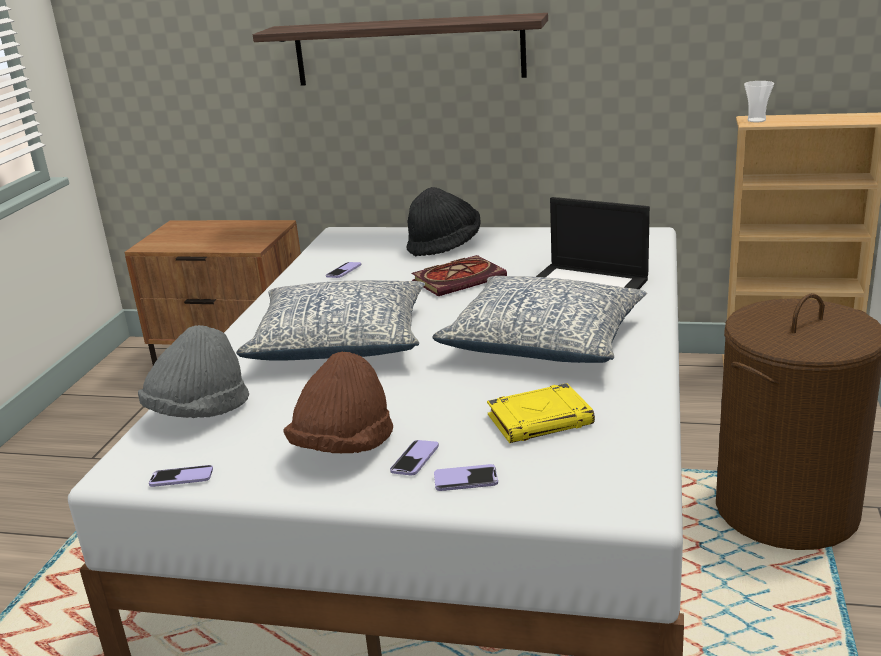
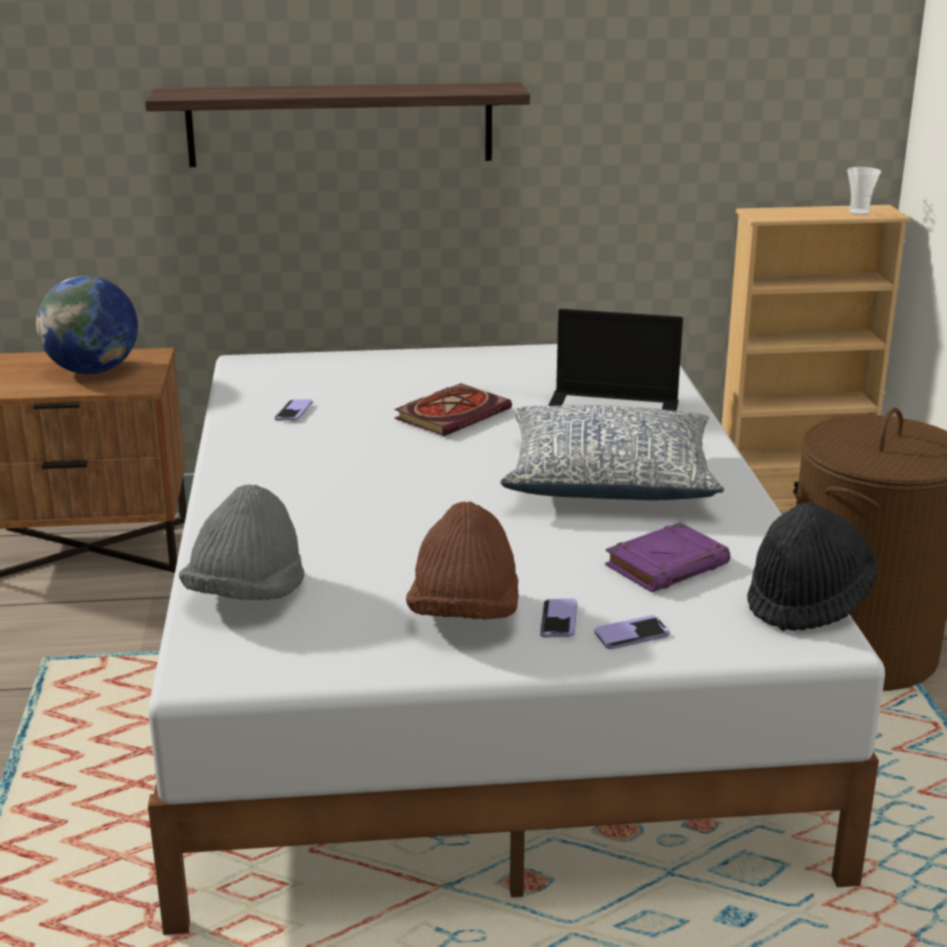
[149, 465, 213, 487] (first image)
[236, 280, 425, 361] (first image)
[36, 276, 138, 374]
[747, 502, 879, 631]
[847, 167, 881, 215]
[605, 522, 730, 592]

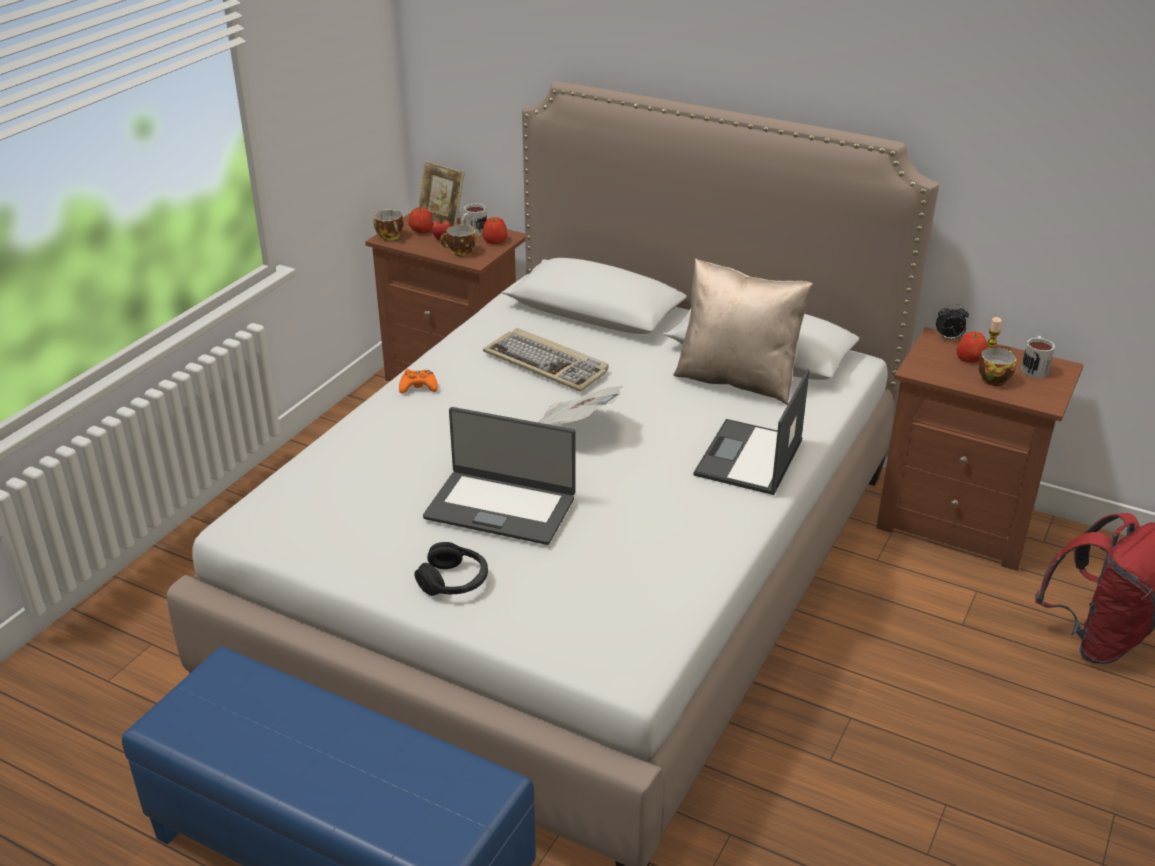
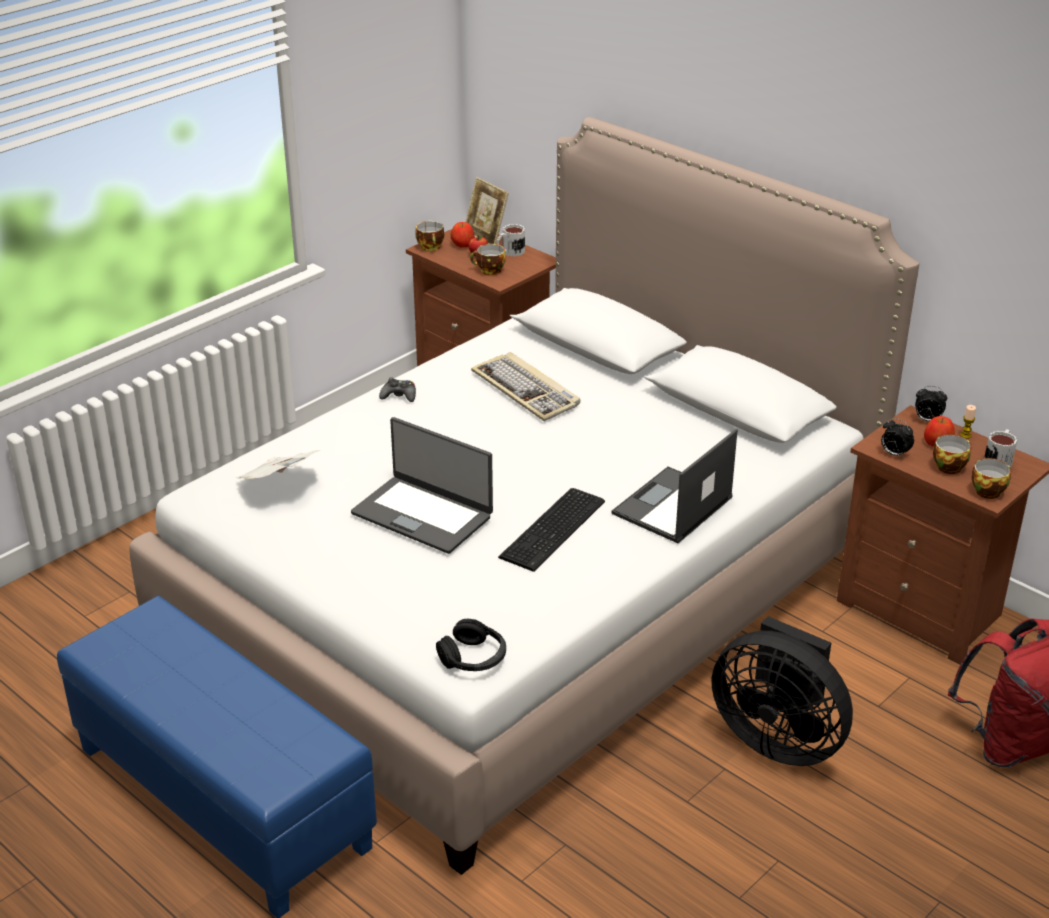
[482, 217, 507, 244] (first image)
[673, 258, 813, 405] (first image)
[498, 488, 605, 572]
[712, 616, 853, 766]
[881, 418, 914, 458]
[971, 458, 1011, 499]
[436, 619, 506, 671]
[237, 450, 321, 479]
[379, 377, 416, 402]

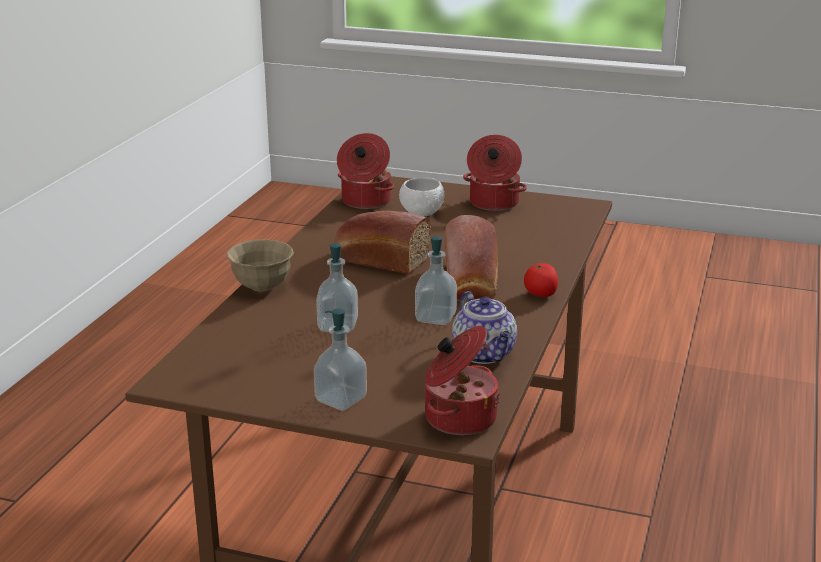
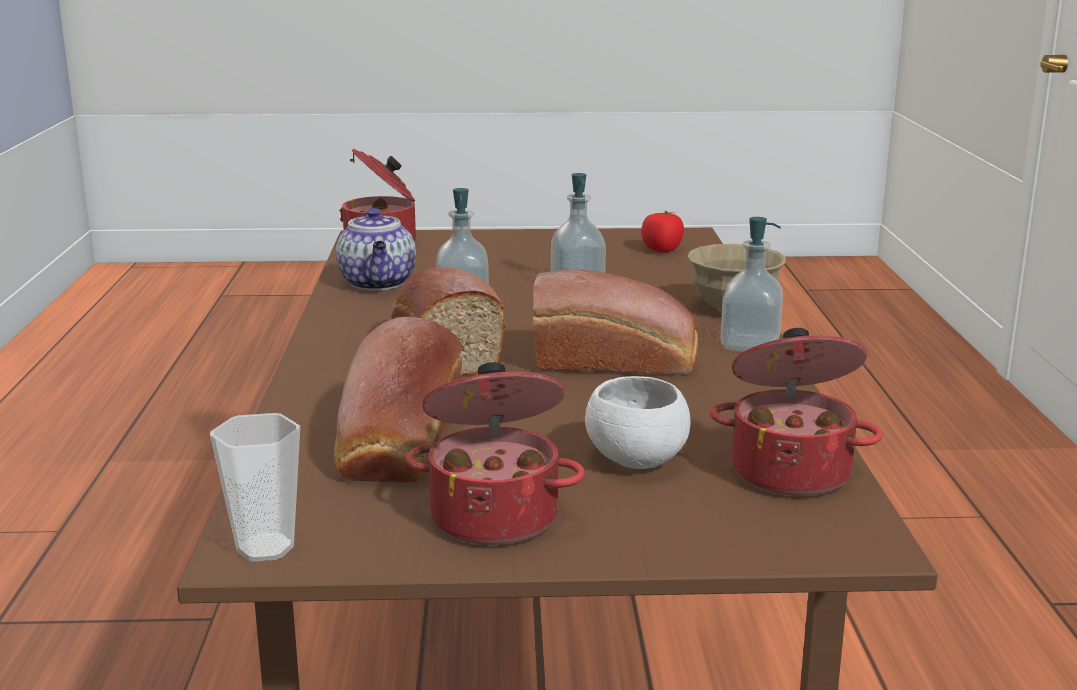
[210, 413, 300, 562]
[334, 317, 462, 483]
[721, 217, 783, 352]
[641, 211, 684, 253]
[336, 208, 416, 291]

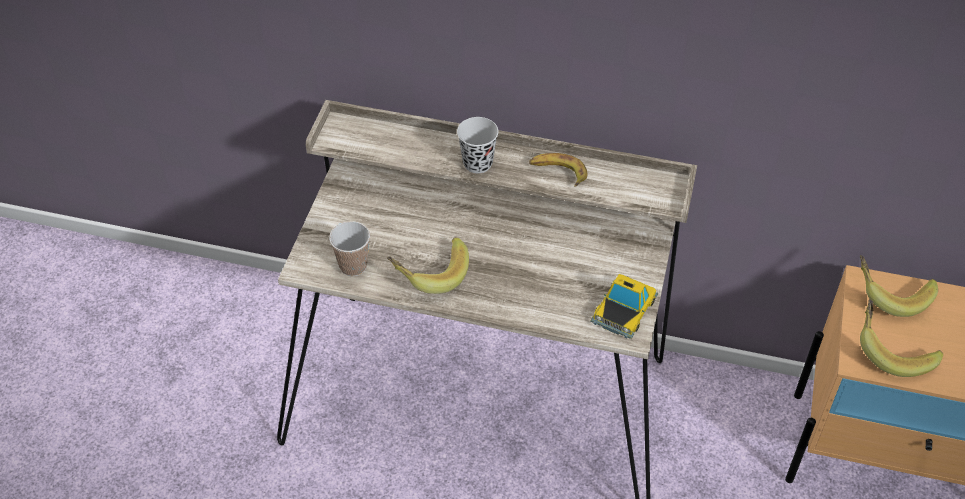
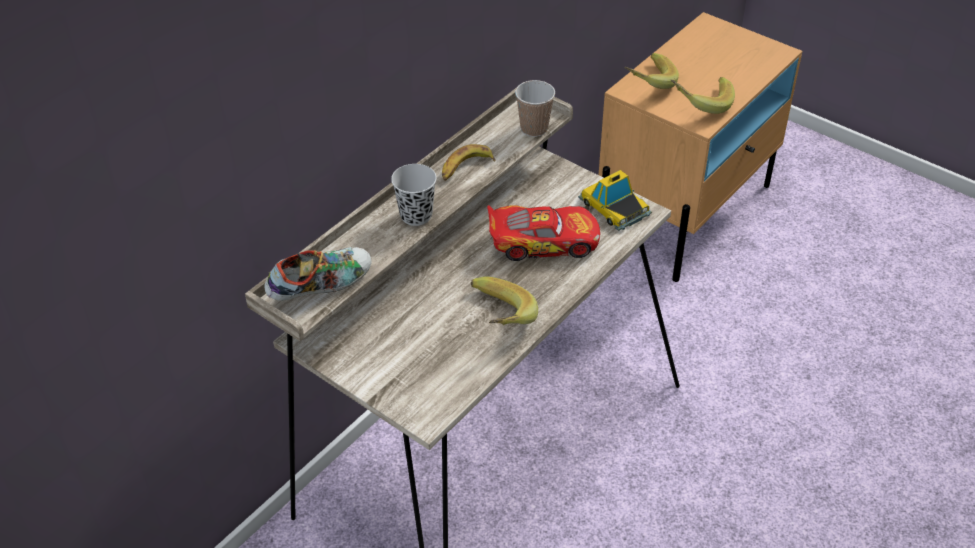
[264, 247, 371, 301]
[487, 205, 600, 261]
[515, 80, 555, 137]

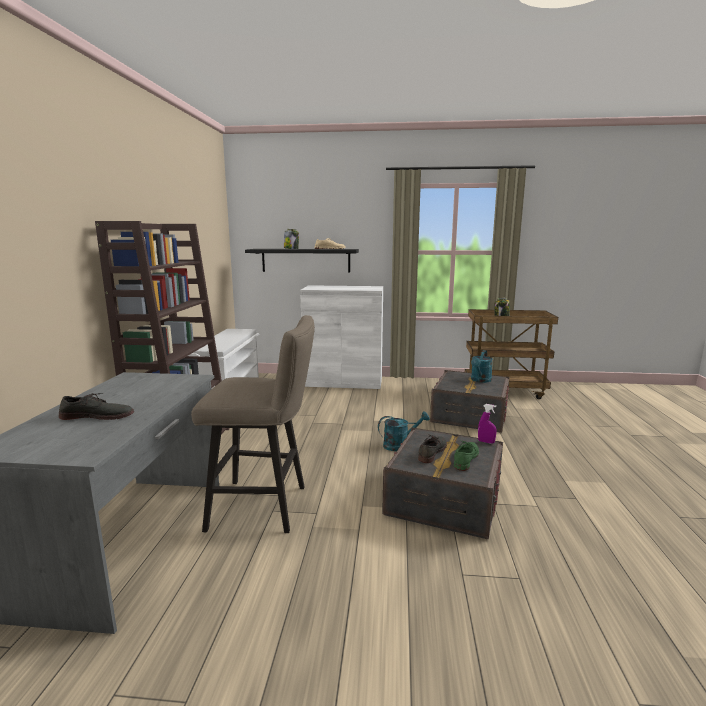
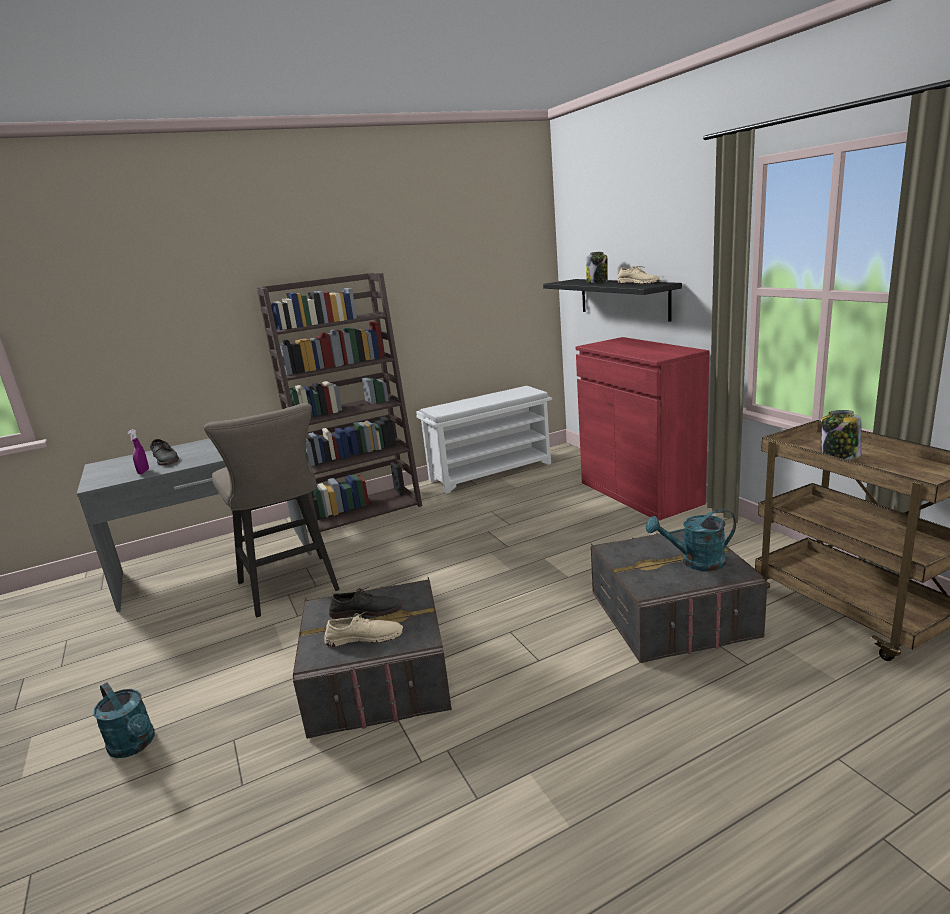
[93, 682, 154, 758]
[128, 429, 149, 474]
[576, 337, 709, 521]
[324, 612, 403, 647]

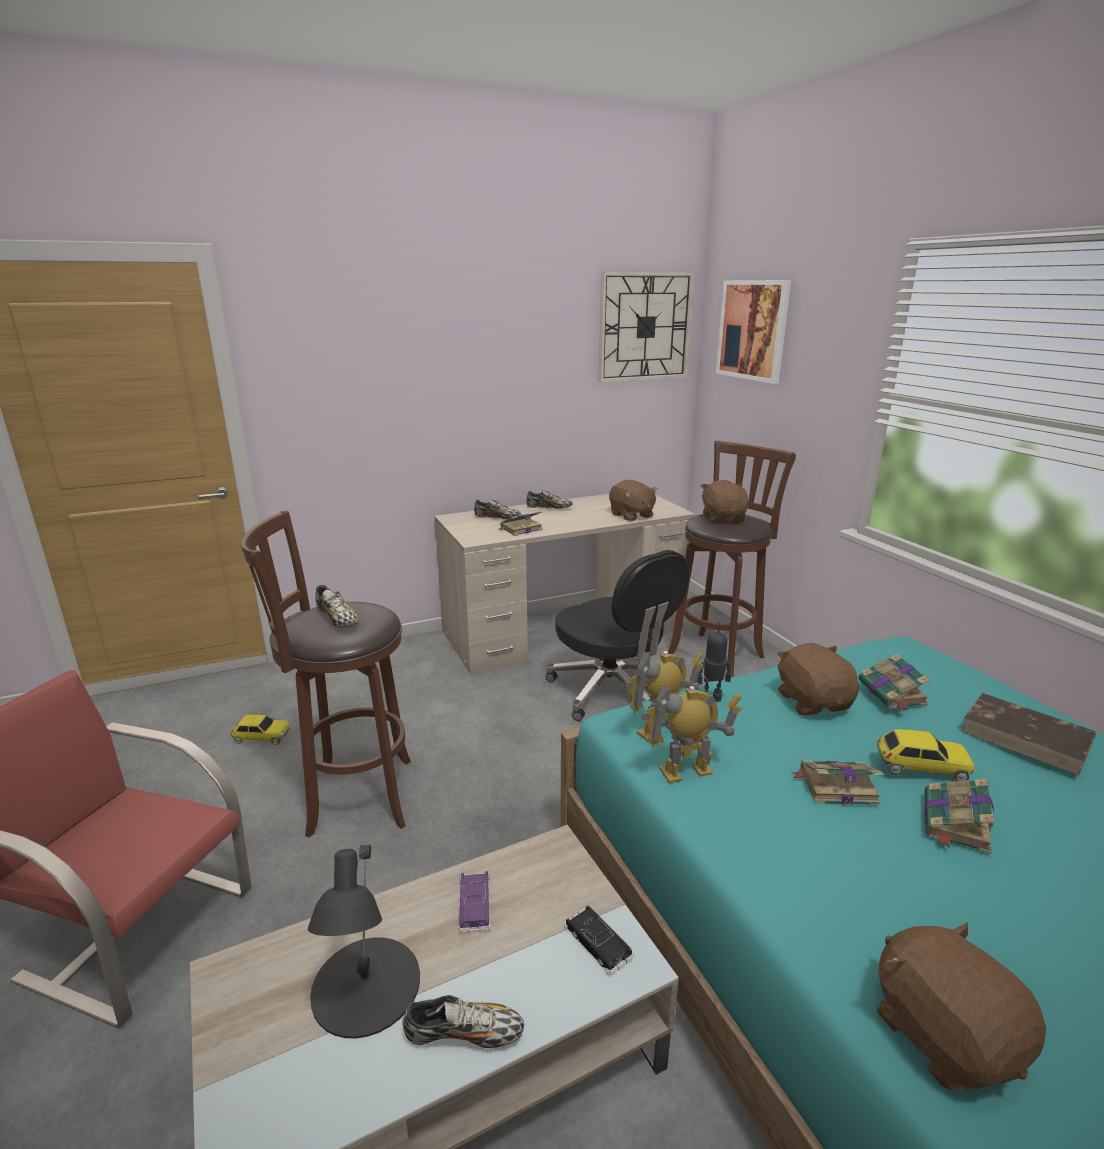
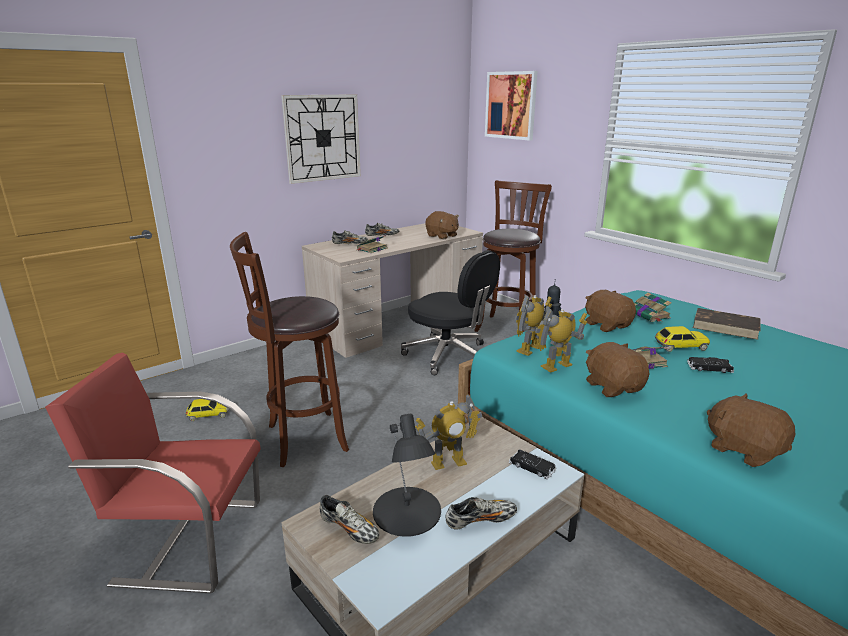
[320, 495, 379, 544]
[281, 94, 361, 184]
[586, 342, 649, 397]
[415, 394, 482, 470]
[687, 357, 734, 373]

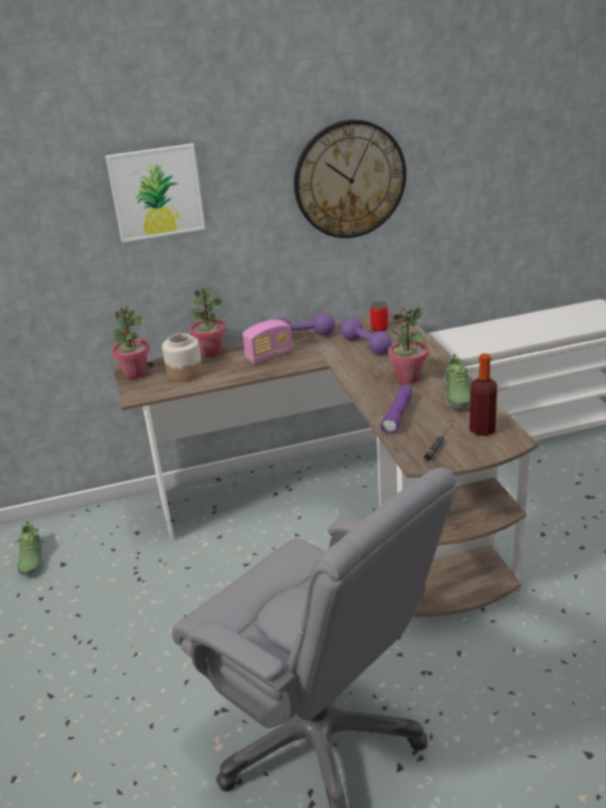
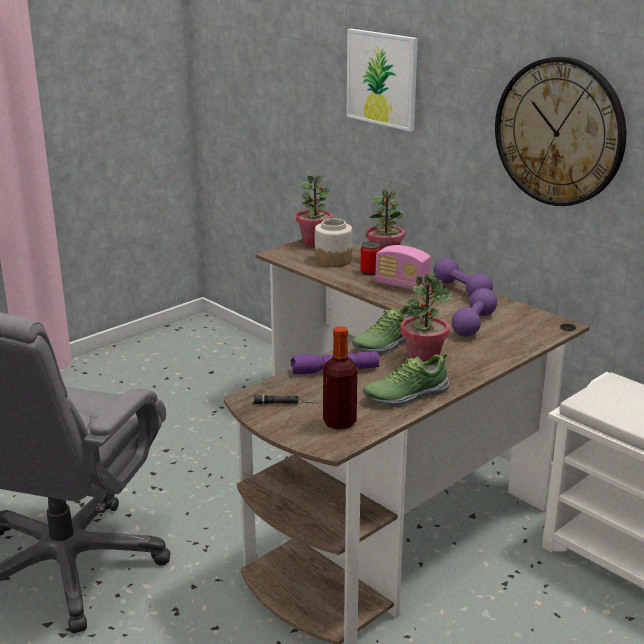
[352, 304, 412, 355]
[360, 242, 381, 275]

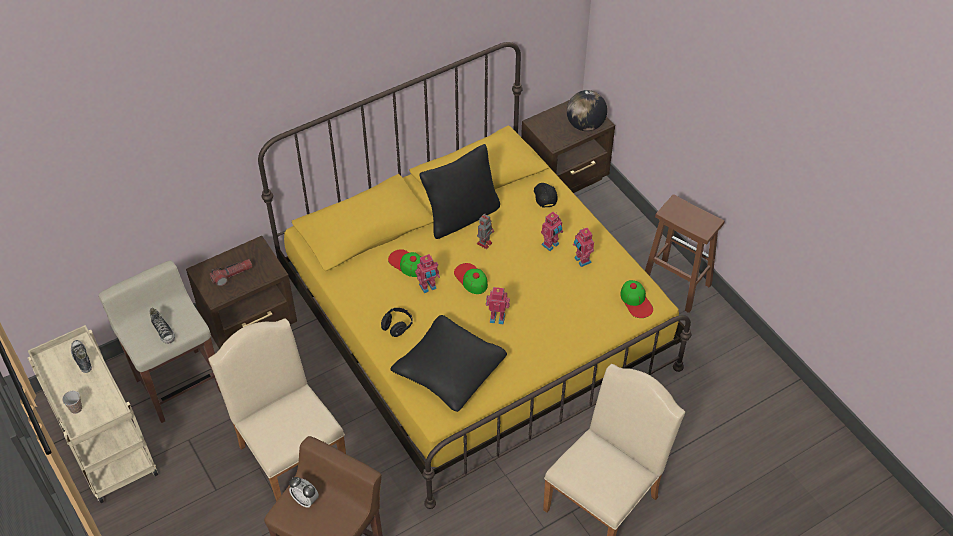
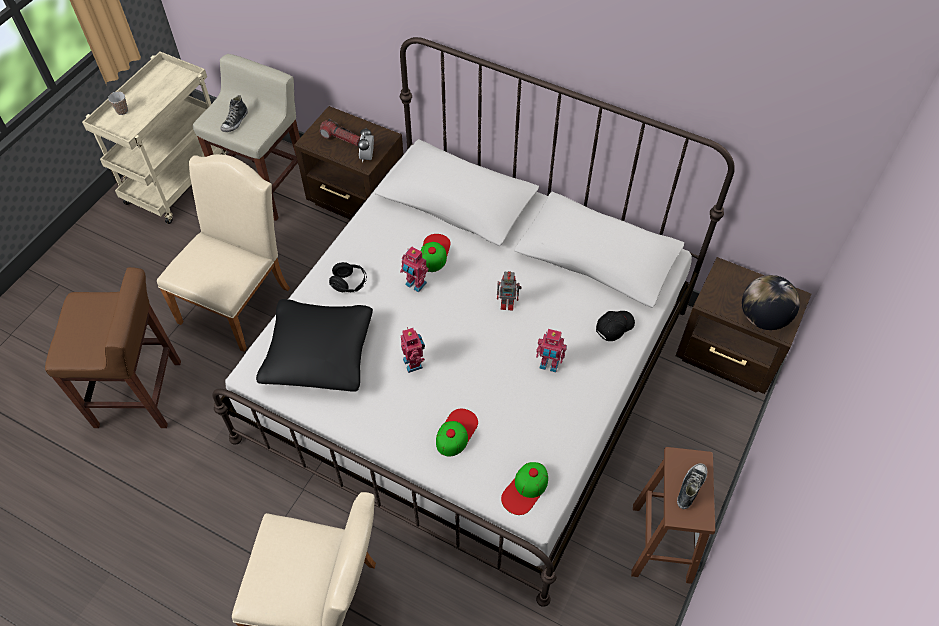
[419, 144, 500, 239] (first image)
[573, 227, 594, 267] (first image)
[677, 463, 707, 509]
[358, 128, 374, 162]
[436, 409, 478, 457]
[212, 37, 735, 607]

